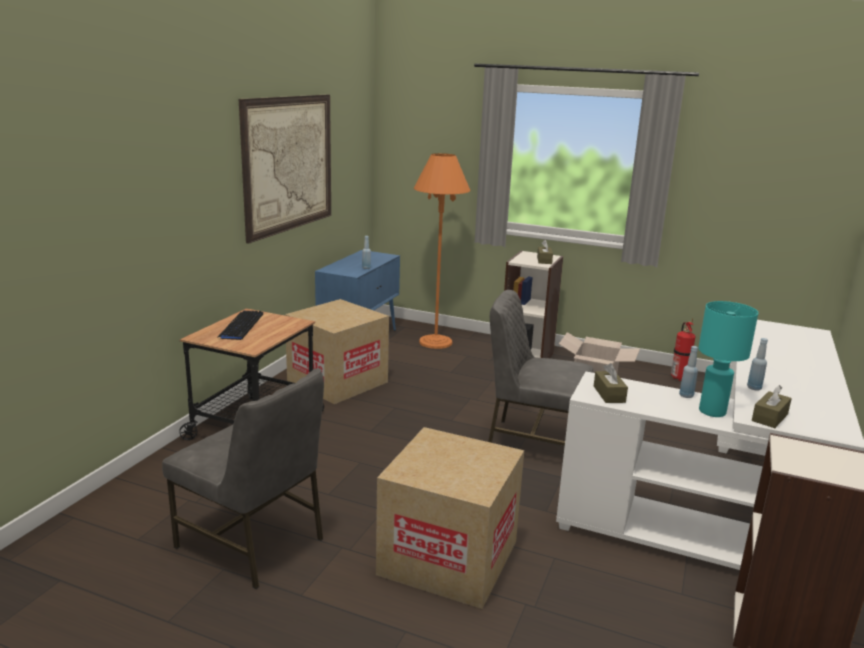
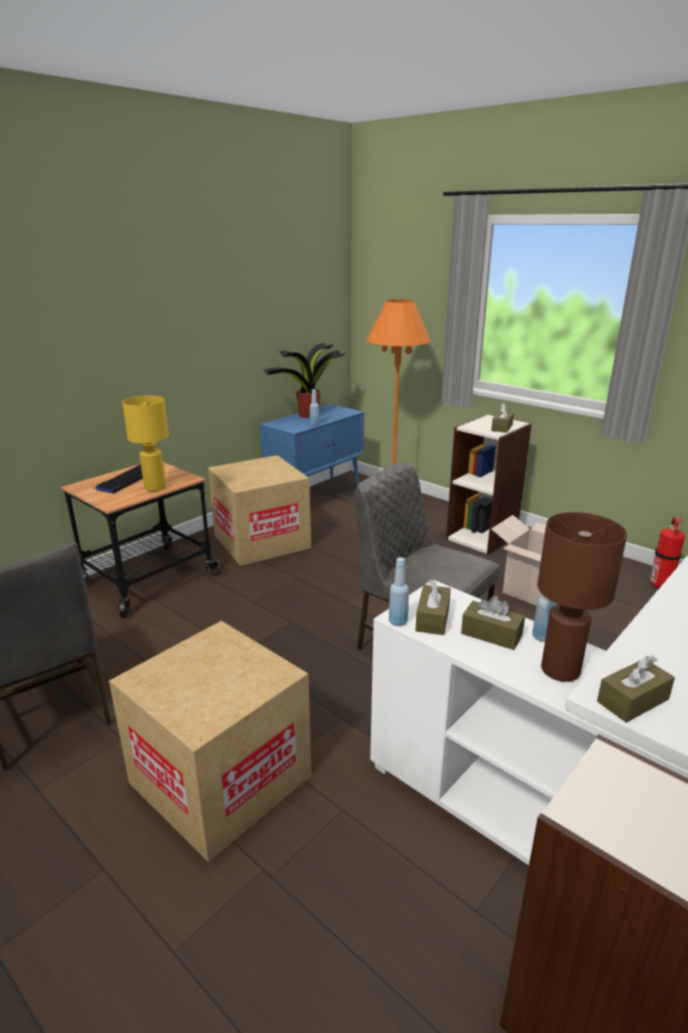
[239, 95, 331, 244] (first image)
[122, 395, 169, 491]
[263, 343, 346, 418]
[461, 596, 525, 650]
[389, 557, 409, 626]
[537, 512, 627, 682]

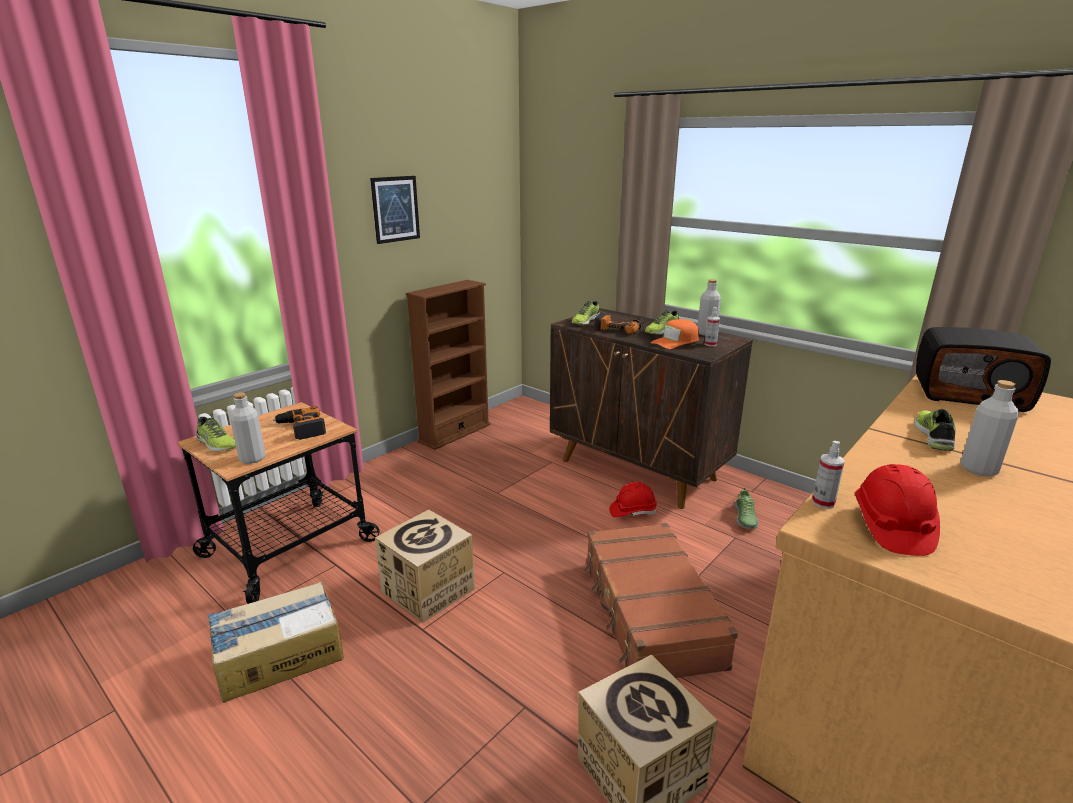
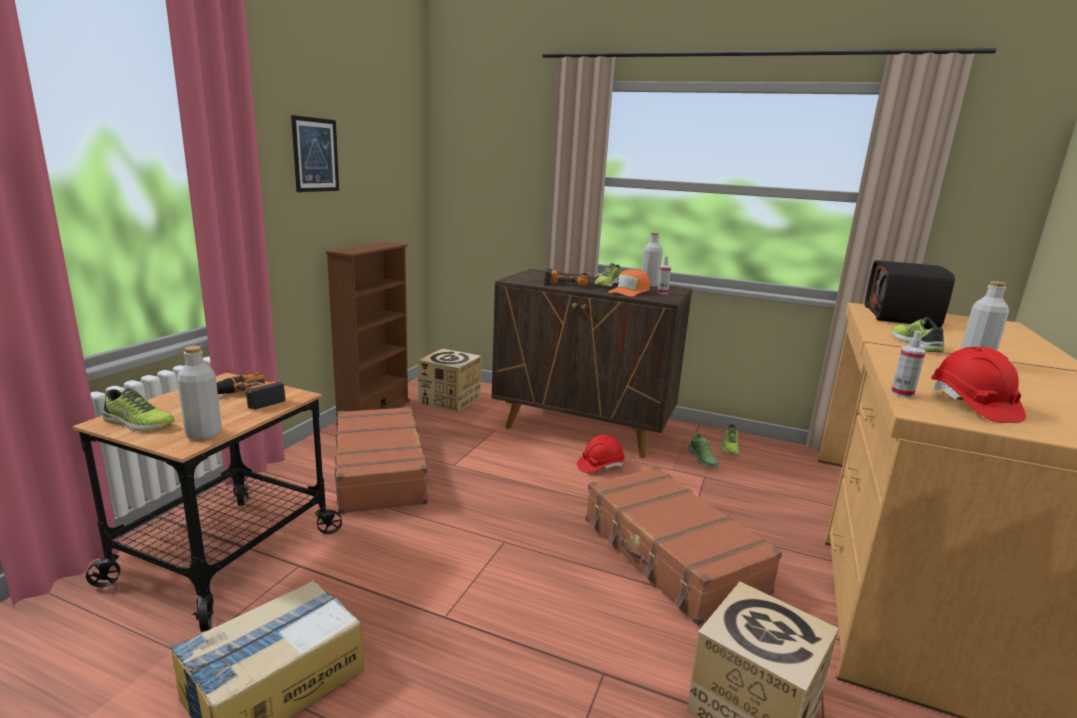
[335, 406, 433, 514]
[418, 349, 482, 412]
[721, 424, 739, 454]
[865, 260, 955, 327]

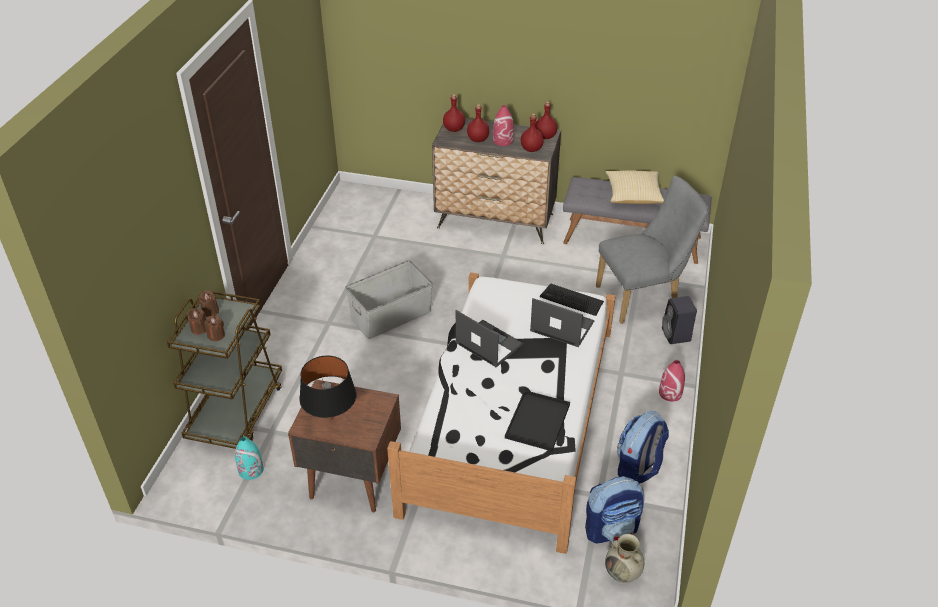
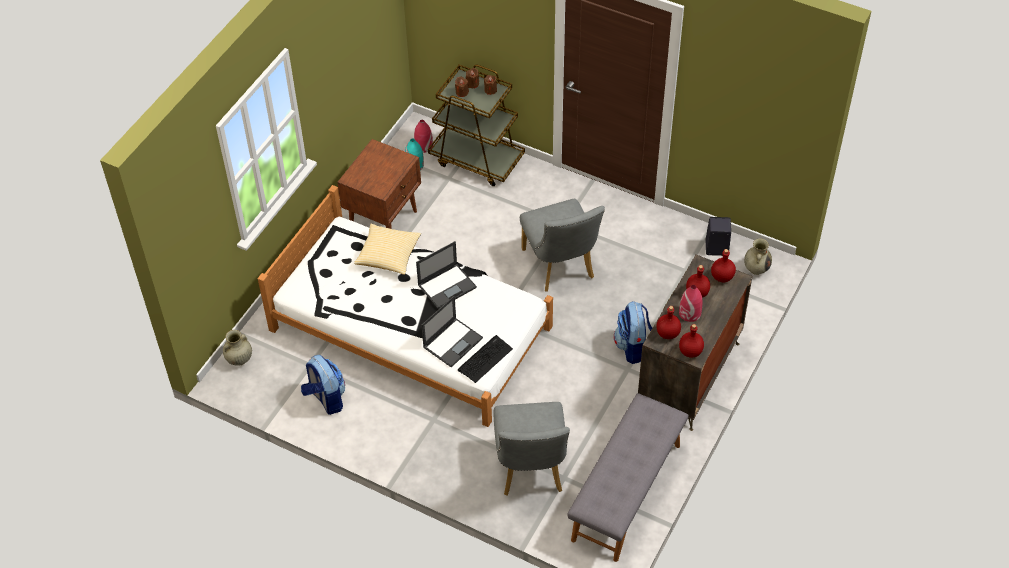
[299, 356, 356, 422] (first image)
[505, 390, 570, 451] (first image)
[744, 238, 772, 275]
[614, 301, 652, 364]
[354, 224, 421, 275]
[414, 120, 433, 153]
[706, 217, 731, 256]
[520, 199, 605, 292]

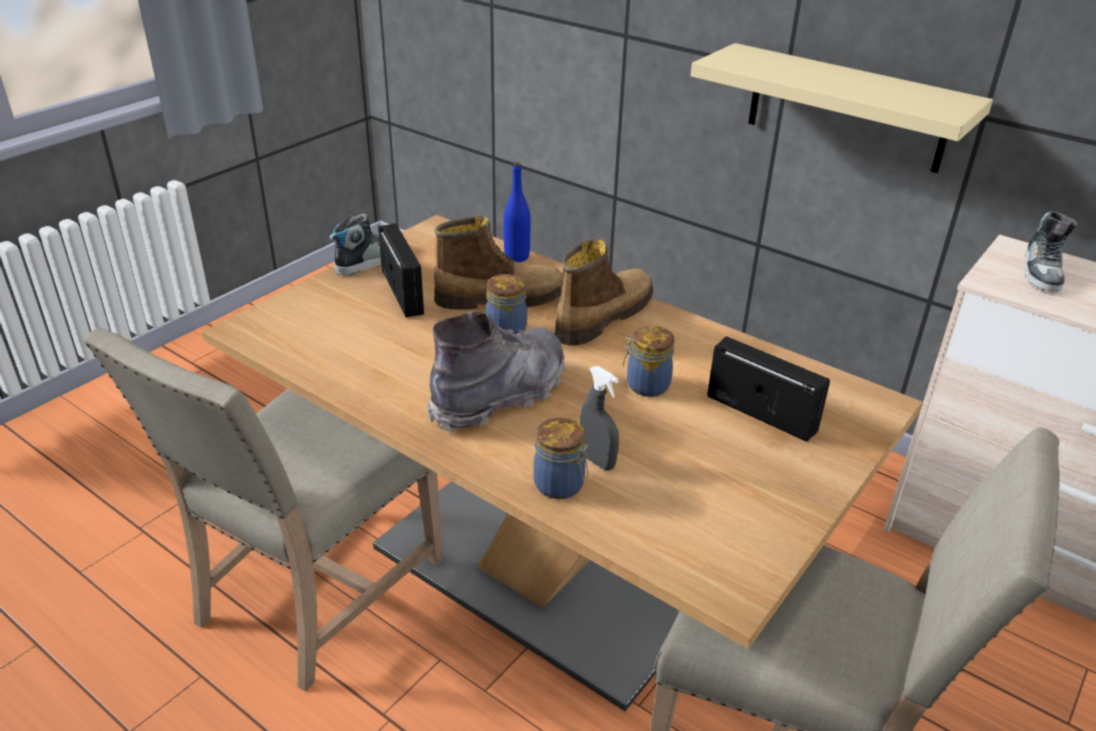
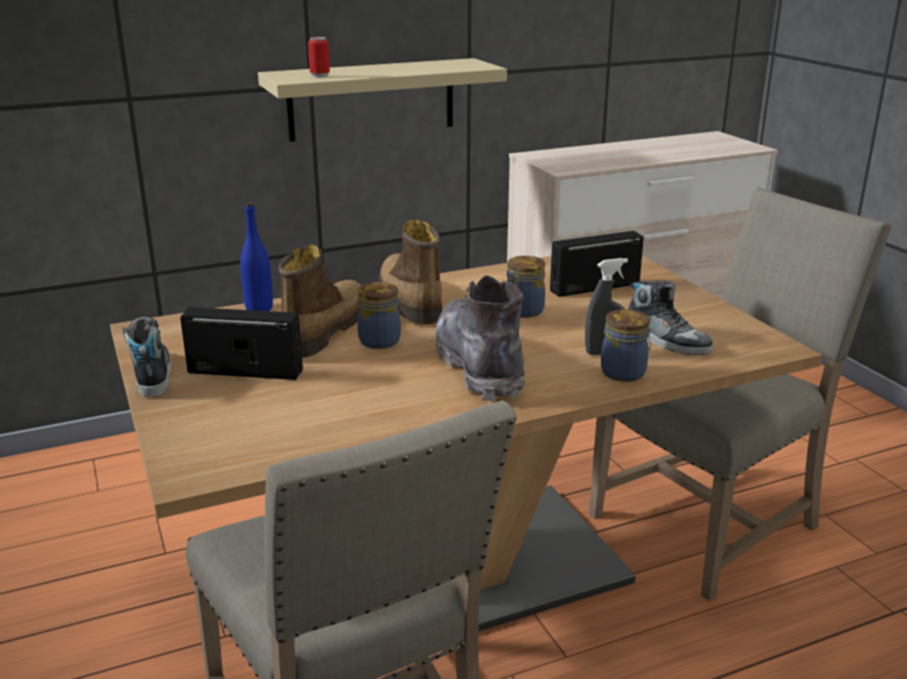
[308, 37, 330, 78]
[628, 280, 713, 355]

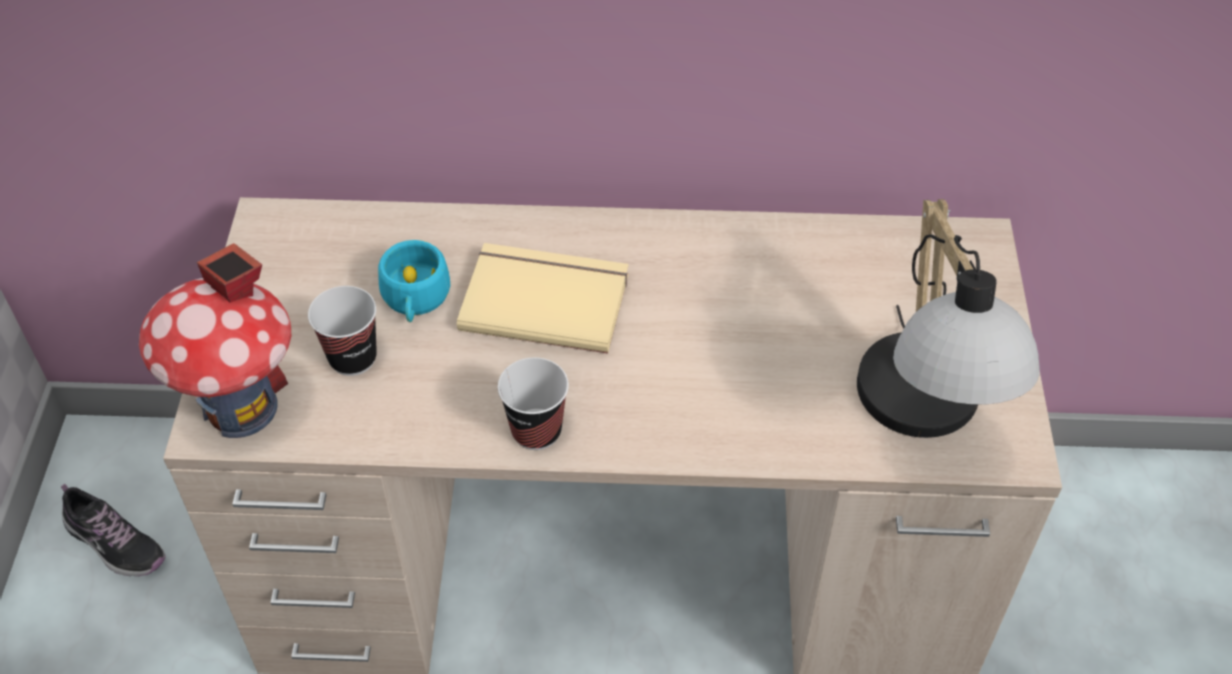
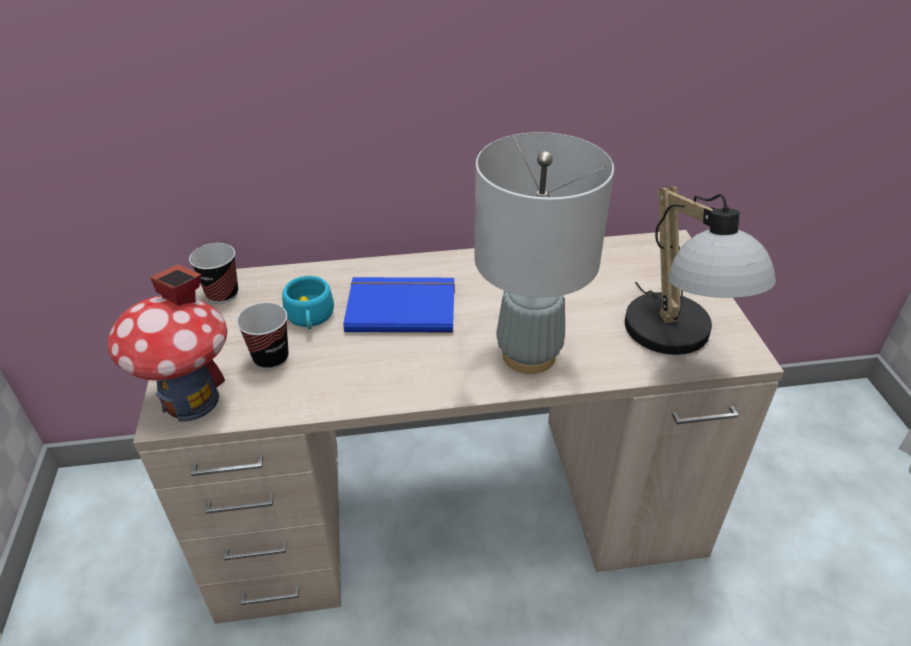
[61, 484, 166, 576] (first image)
[474, 132, 614, 374]
[189, 243, 238, 304]
[343, 277, 455, 333]

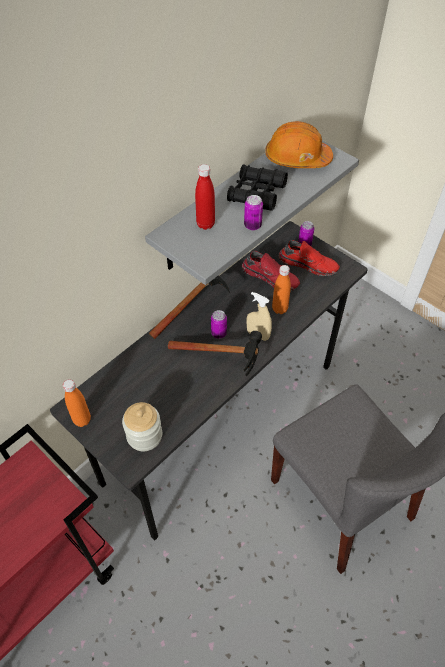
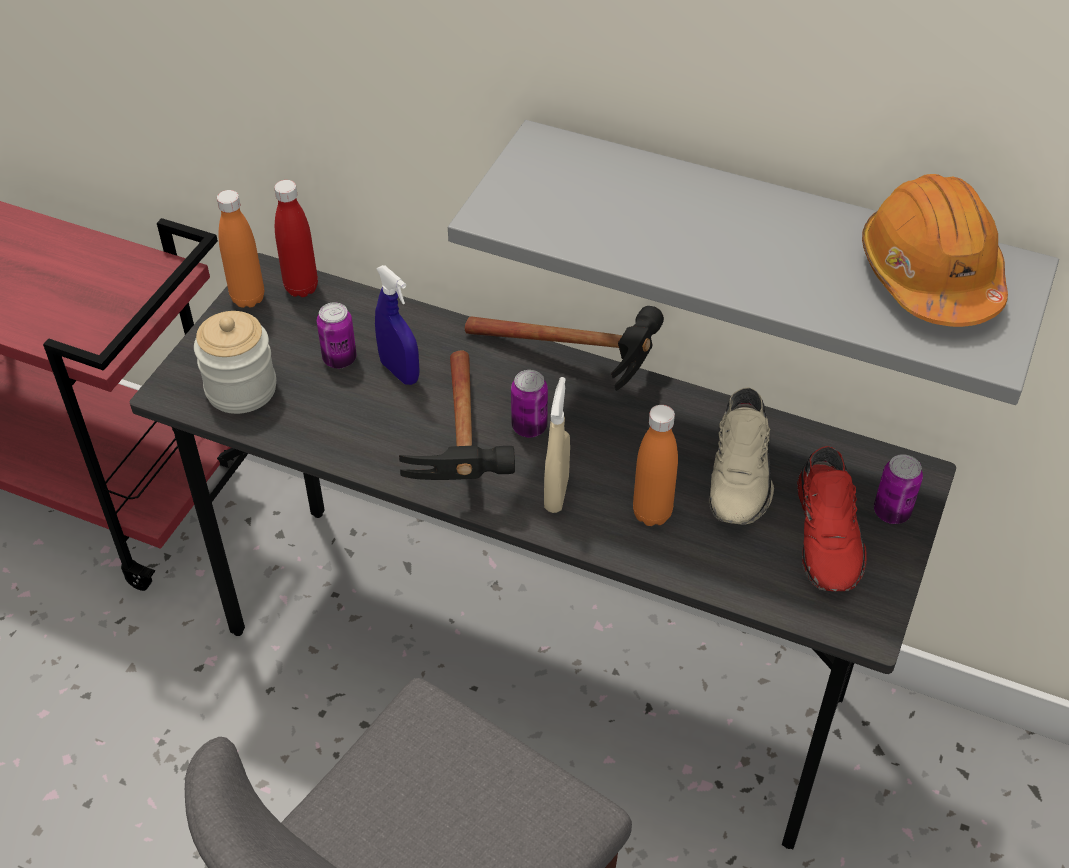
[227, 165, 288, 211] (first image)
[375, 265, 420, 385]
[274, 180, 318, 297]
[317, 302, 357, 369]
[709, 387, 774, 524]

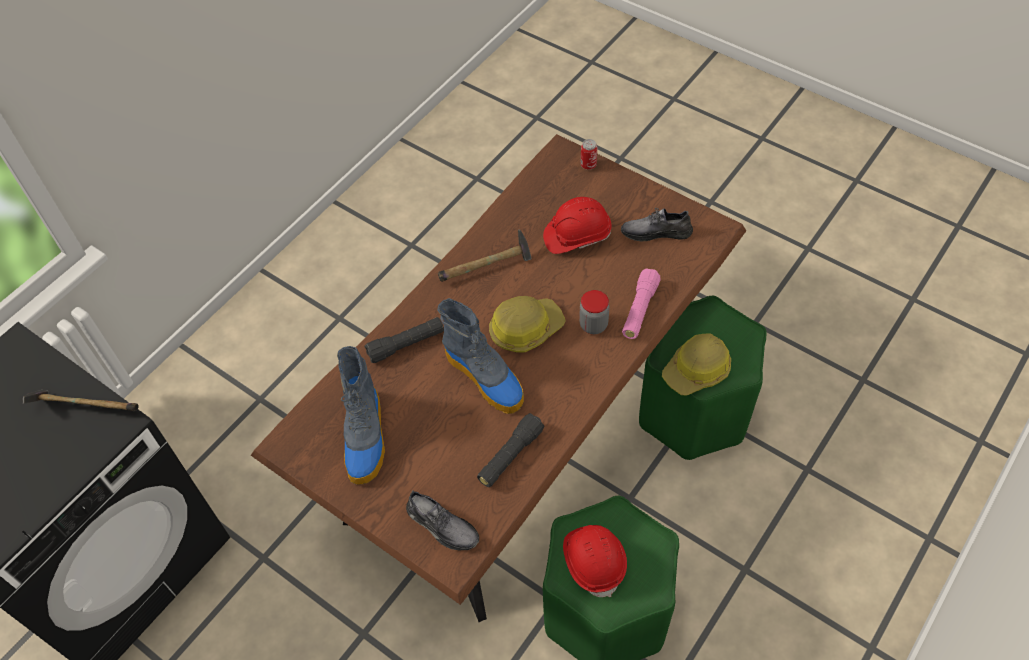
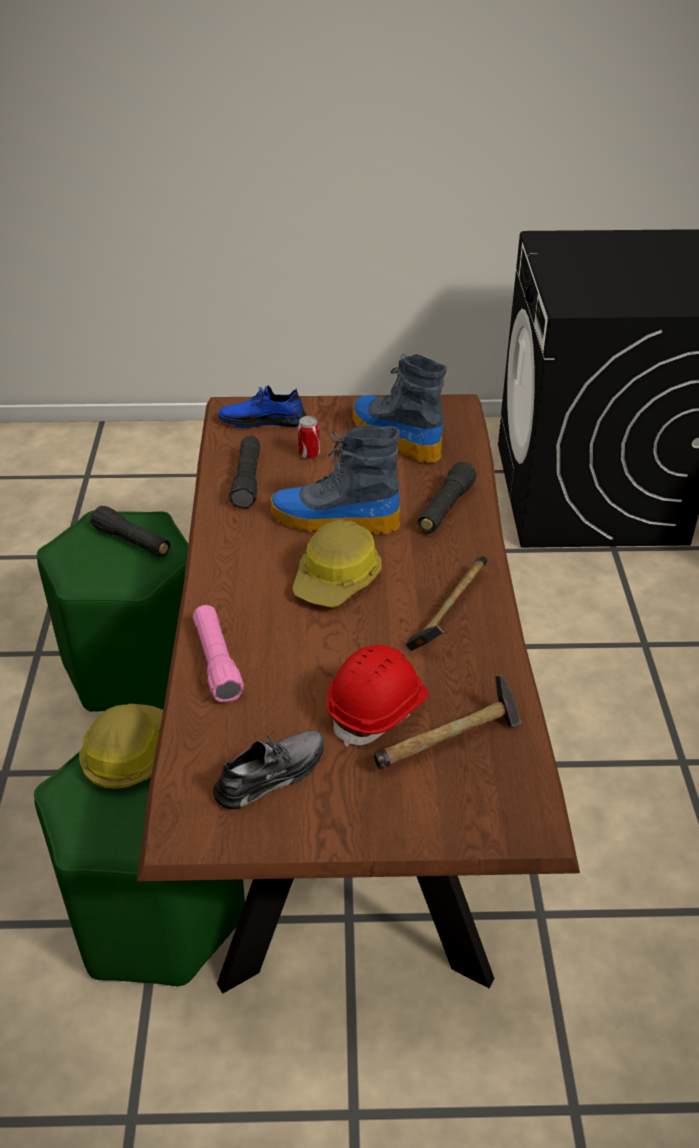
[579, 290, 610, 334] (first image)
[374, 675, 521, 769]
[297, 416, 320, 459]
[91, 506, 170, 557]
[219, 385, 306, 428]

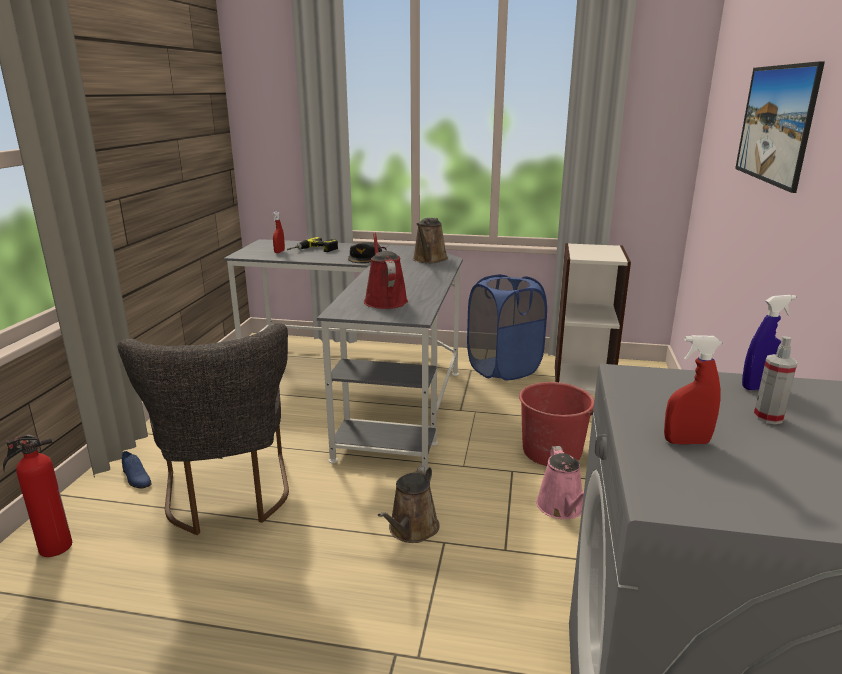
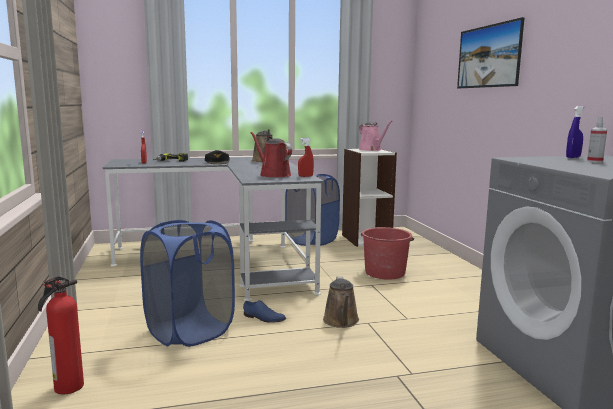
[243, 300, 286, 323]
[359, 120, 393, 151]
[298, 138, 314, 177]
[140, 220, 235, 347]

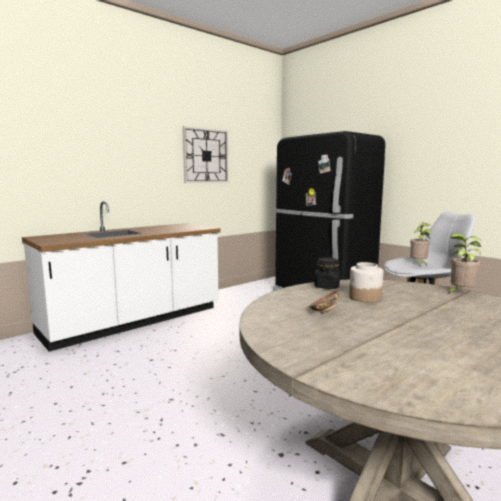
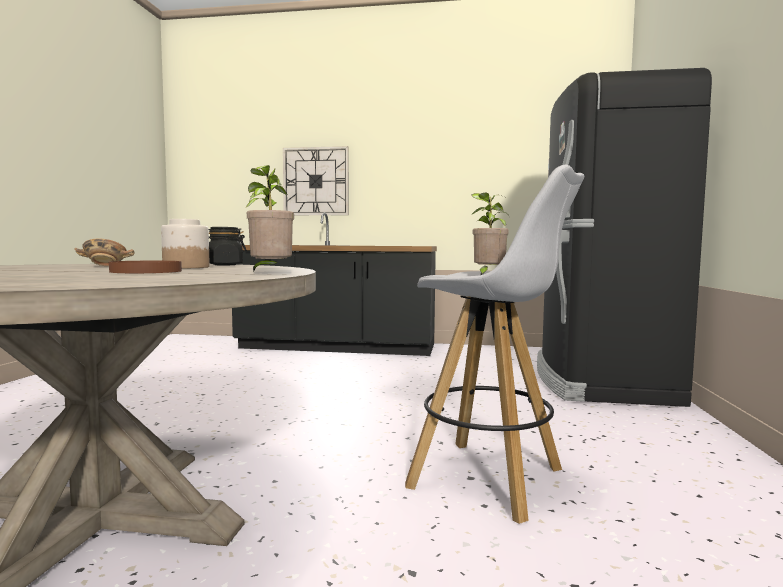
[109, 261, 182, 273]
[283, 146, 349, 215]
[232, 213, 437, 356]

